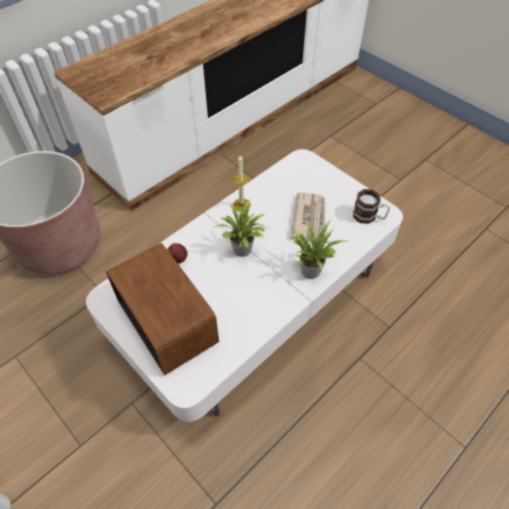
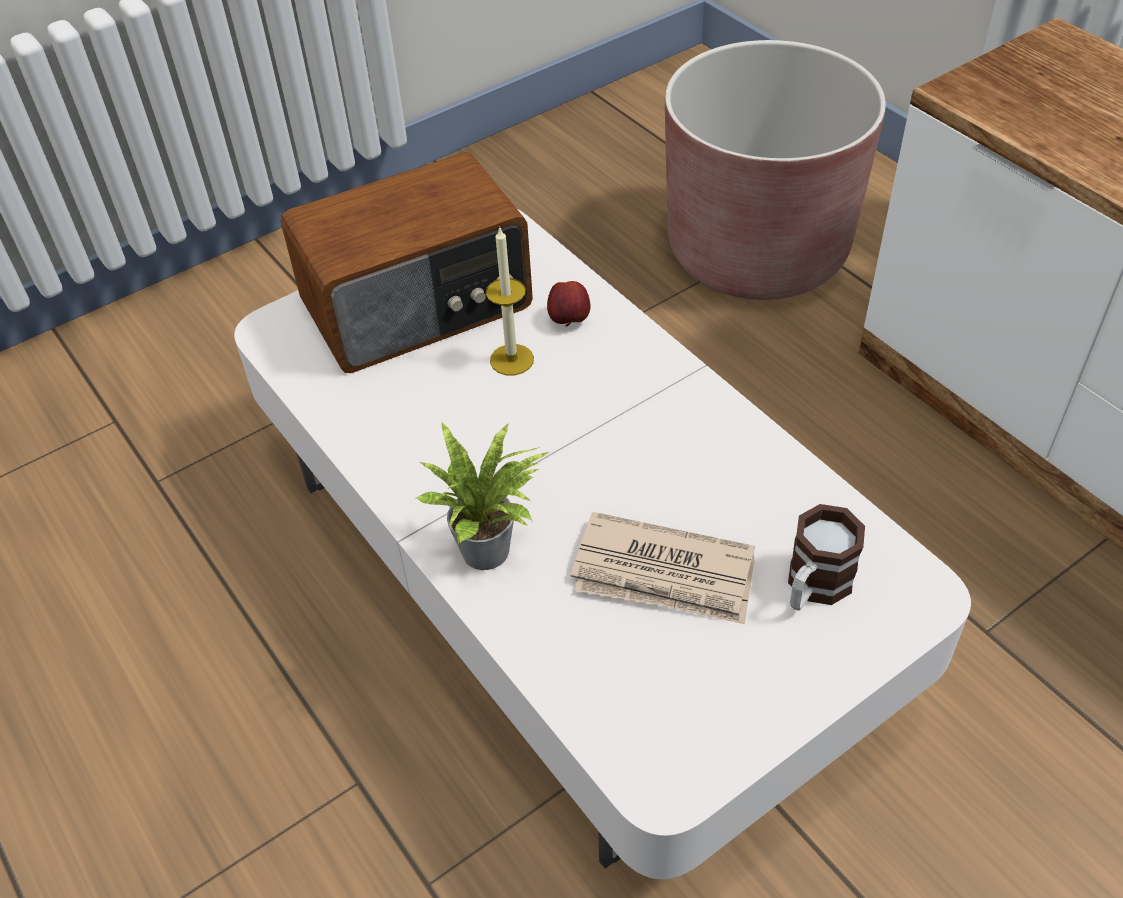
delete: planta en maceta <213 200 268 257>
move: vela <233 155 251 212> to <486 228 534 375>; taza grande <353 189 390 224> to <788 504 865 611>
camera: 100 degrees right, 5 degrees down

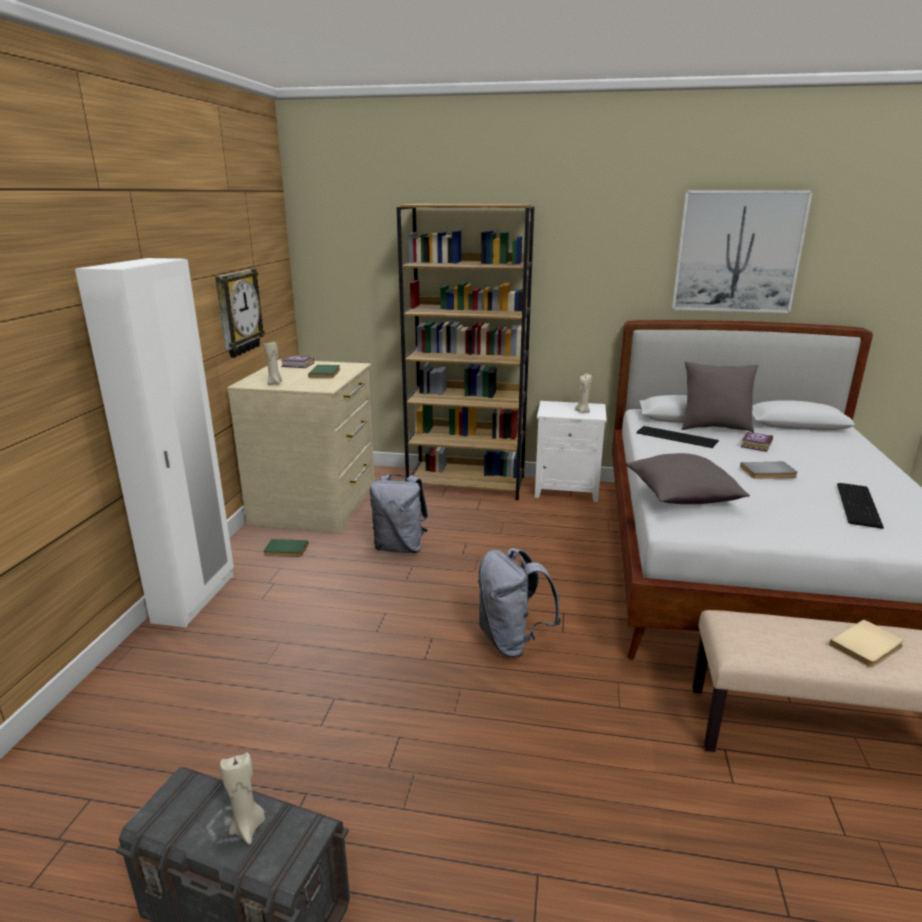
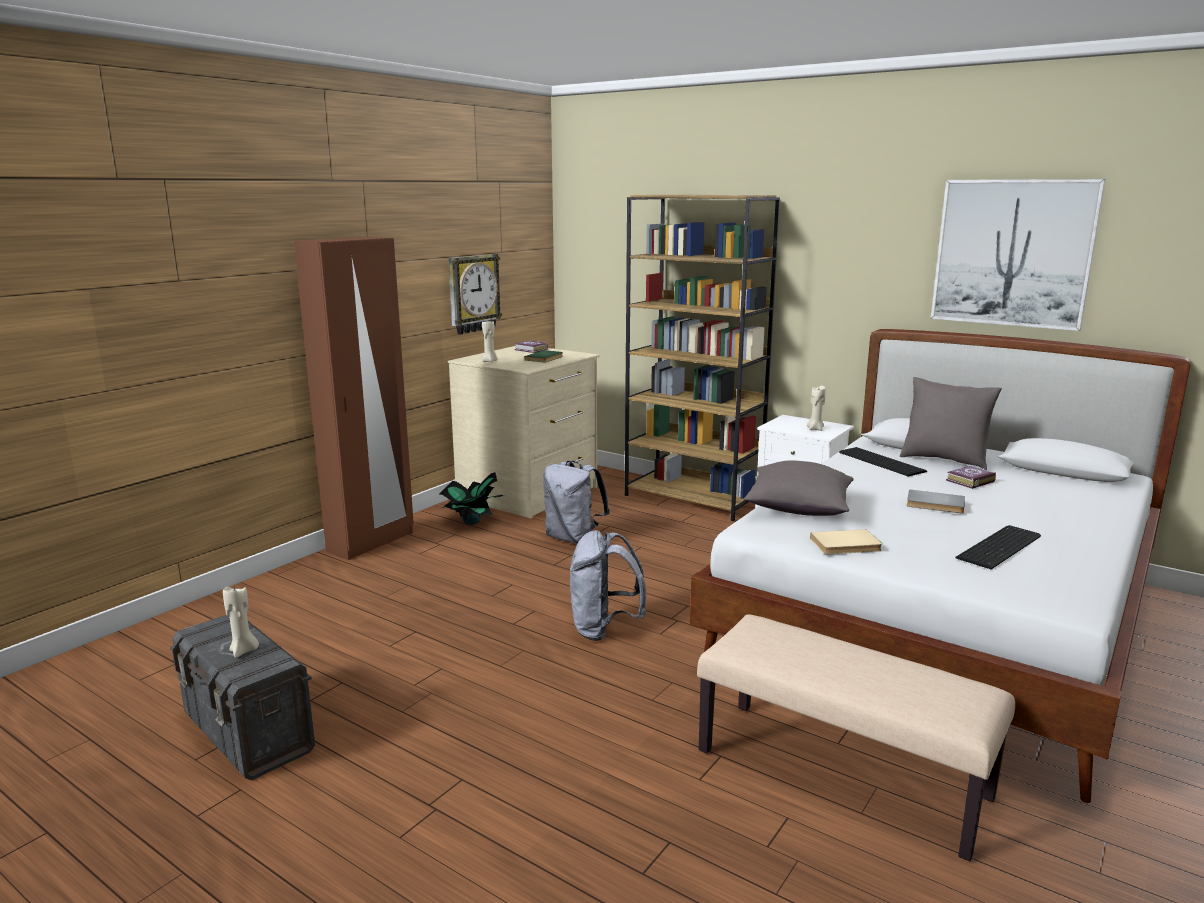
move: libro [beis] <829 619 904 668> to <810 529 882 554>
replace: libro [verde] <264 539 309 557> to planta en maceta <439 472 504 525>
recolor: armario ropero [blanco] <75 258 234 628> to armario ropero [marrón] <294 237 414 560>
camera: 25 degrees right, 5 degrees down

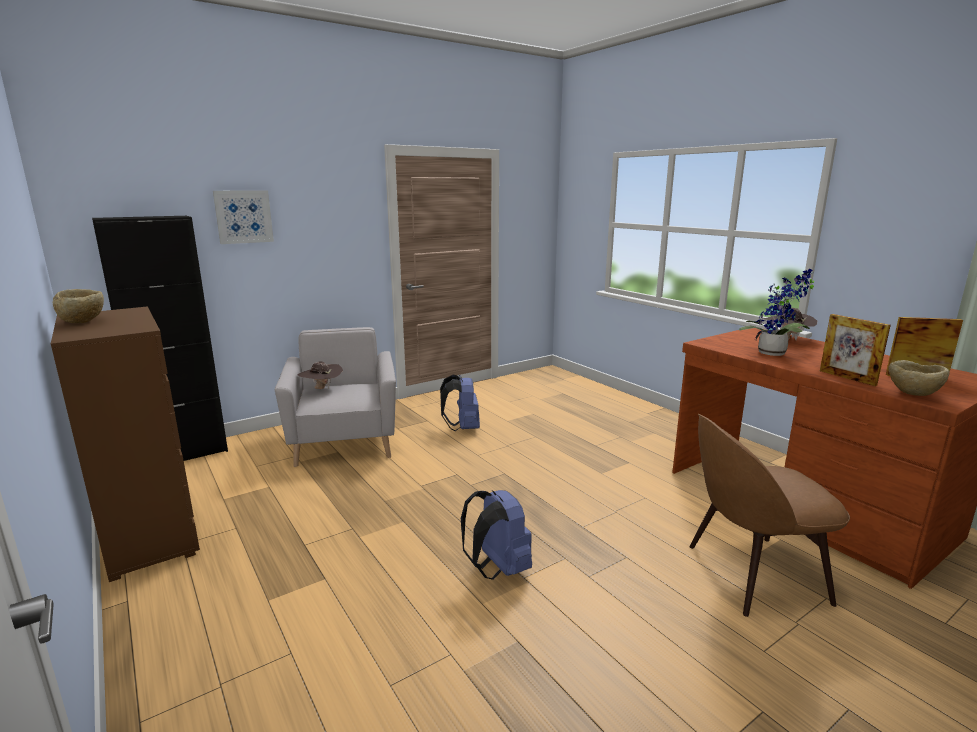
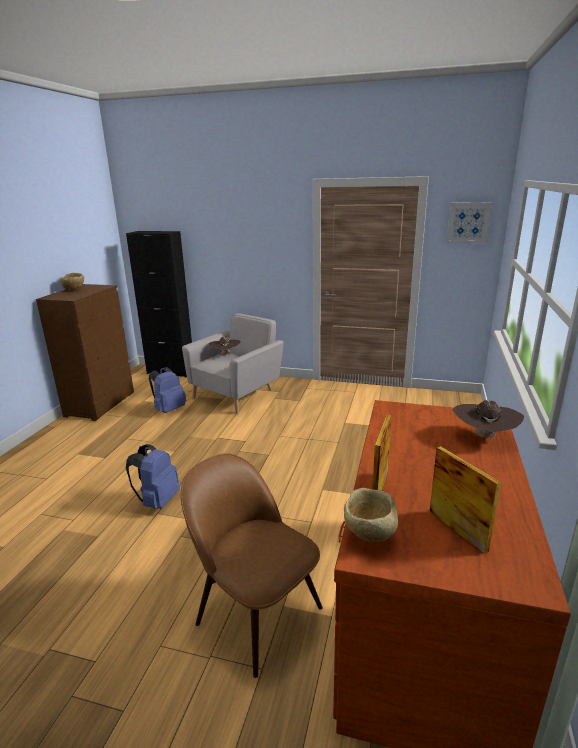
delete: planta en maceta <739 268 814 356>
move: cuadro <213 190 274 244> to <447 203 492 243>; mochila [azul] <440 374 480 431> to <149 367 186 413>
camera: 50 degrees right, 5 degrees up

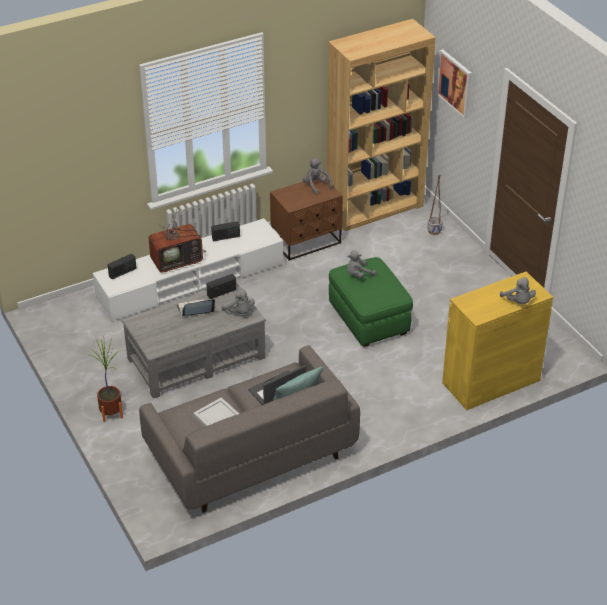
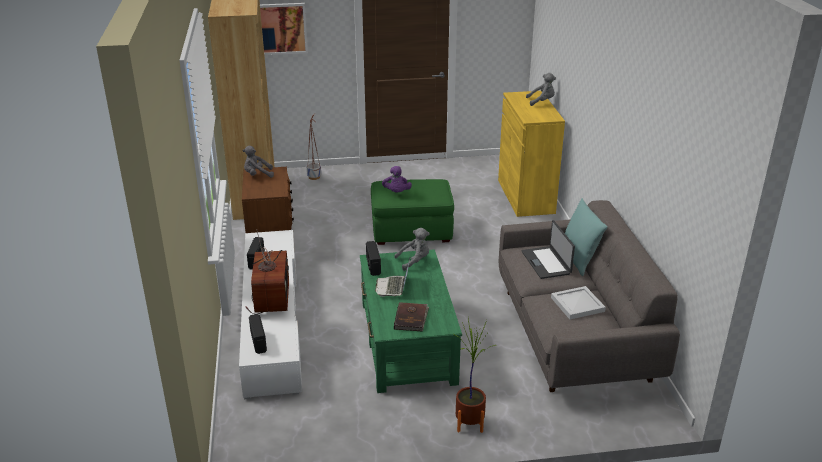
insert: libro [marrón] <394 302 429 332>
recolor: mesa de centro [gris] <122 282 266 399> to mesa de centro [verde] <360 249 462 393>; peluche [gris] <347 250 376 279> to peluche [morado] <382 166 412 192>
camera: 70 degrees left, 10 degrees down

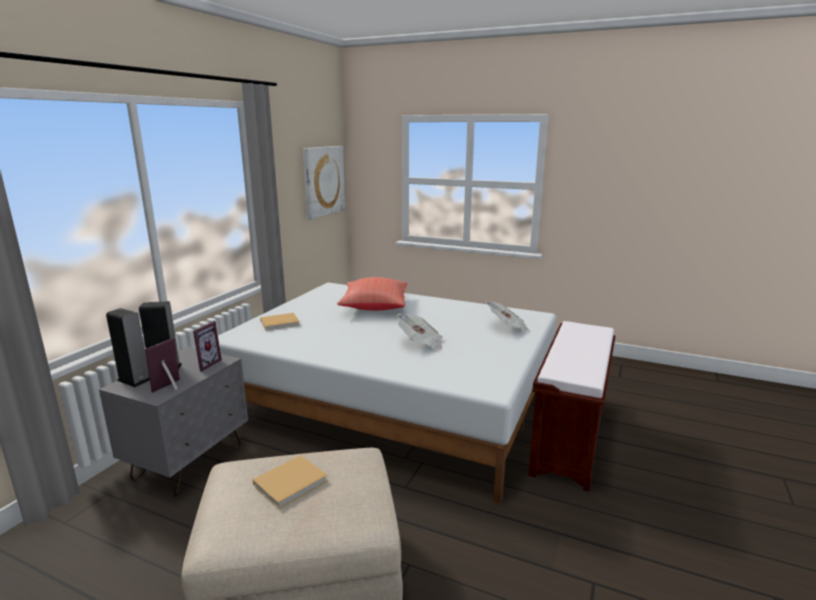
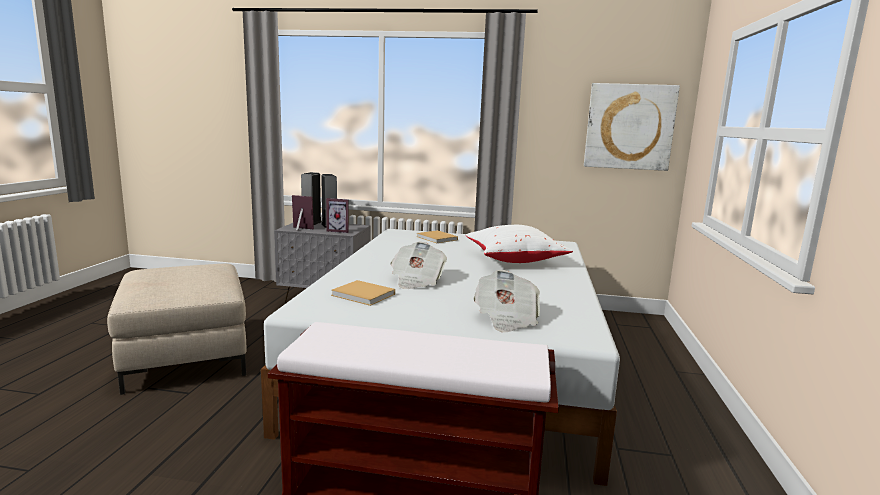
move: libro [beis] <253 455 328 509> to <331 280 395 306>
recolor: cojín [rojo] <337 277 408 310> to cojín [blanco] <465 225 573 263>
camera: 75 degrees right, 5 degrees down

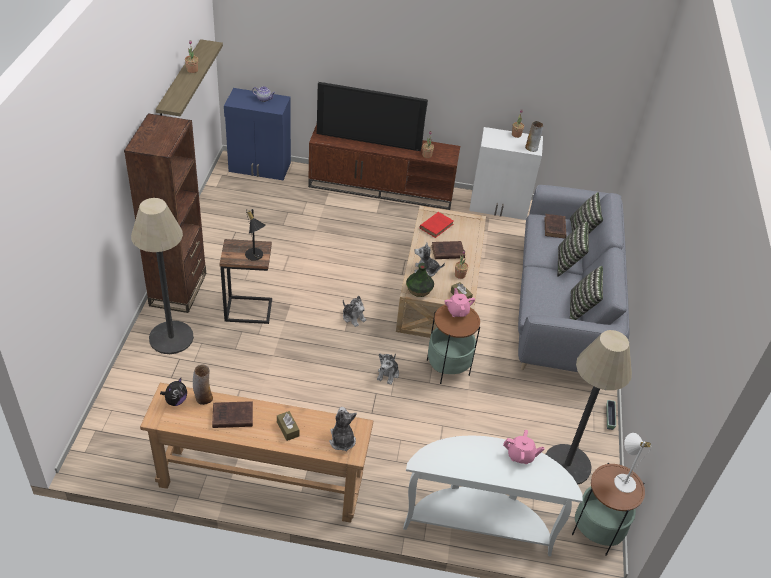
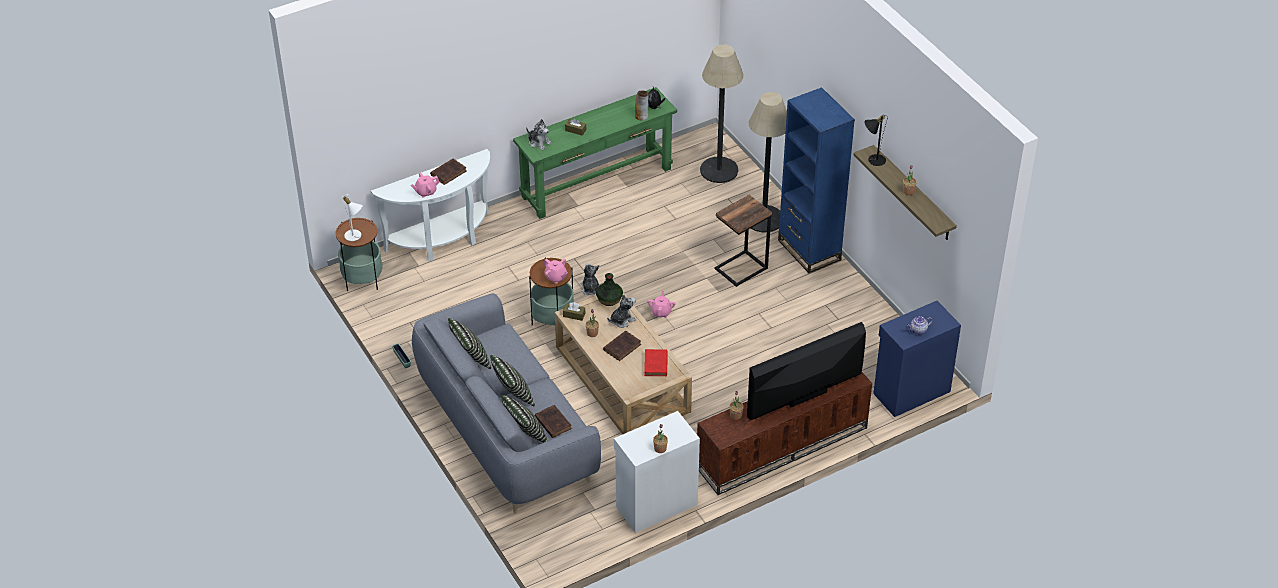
delete: florero <525 121 543 152>
move: libro [marrón] <212 401 253 428> to <430 158 466 185>; lámpara de mesa [negro] <245 209 266 261> to <865 115 888 166>; lámpara de pie <545 330 632 484> to <700 44 744 183>
replace: peluche <343 296 366 327> to tetera [rosa] <647 291 676 317>
recolor: estantería [marrón] <124 113 206 313> to estantería [azul] <778 87 855 273>; mesa consola [marrón] <140 383 373 523> to mesa consola [verde] <513 87 677 219>
camera: 145 degrees right, 0 degrees up

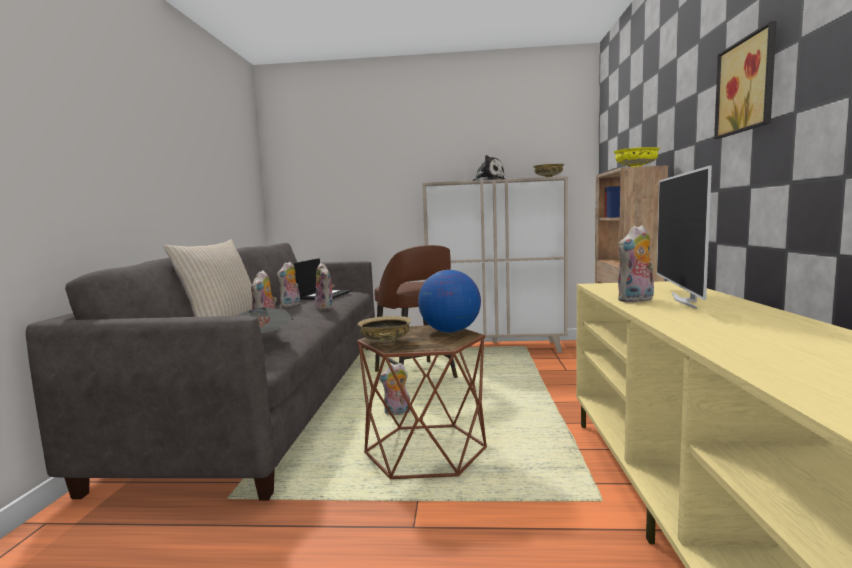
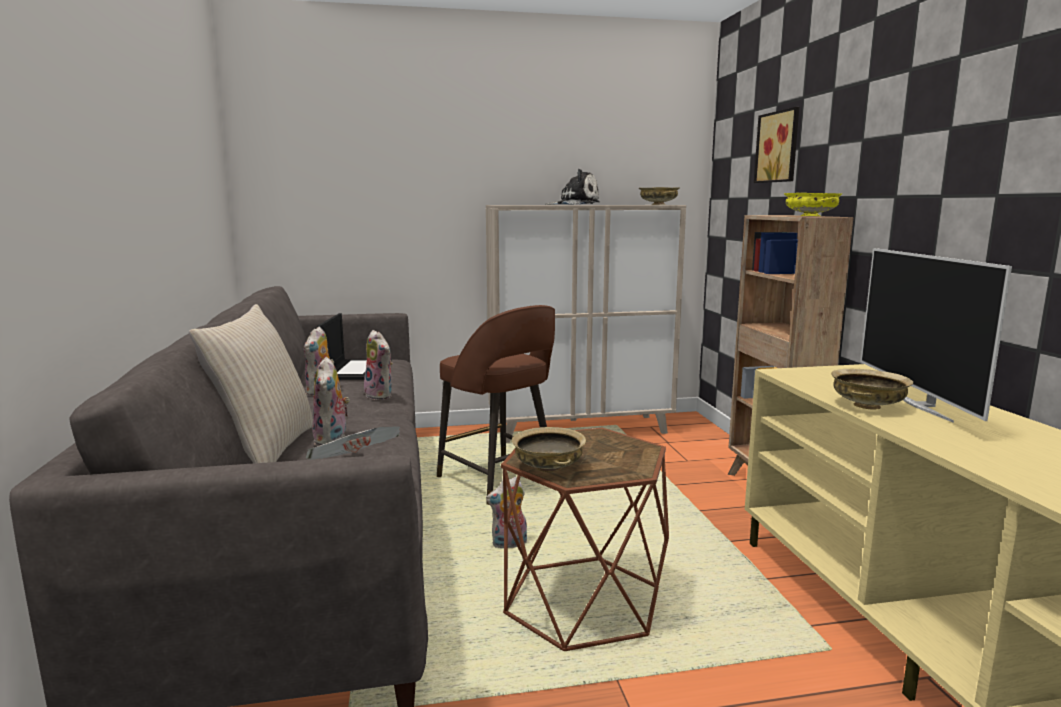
delete: globo terráqueo <418 270 481 333>
move: cuadro <714 21 777 139> to <754 107 799 183>
replace: peluche <618 225 654 303> to cuenco [beis] <831 369 913 409>
camera: 15 degrees left, 5 degrees up

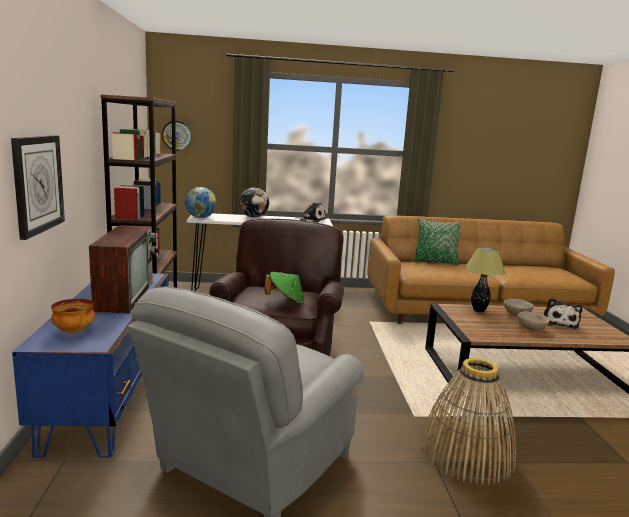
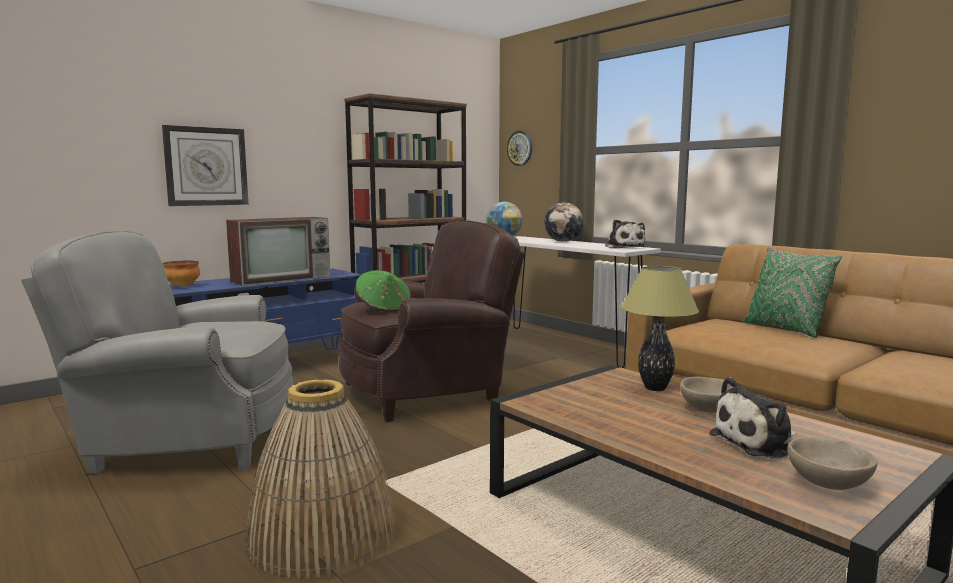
move: cuenco [beis] <517 311 550 331> to <788 437 877 490>
camera: 55 degrees right, 5 degrees down

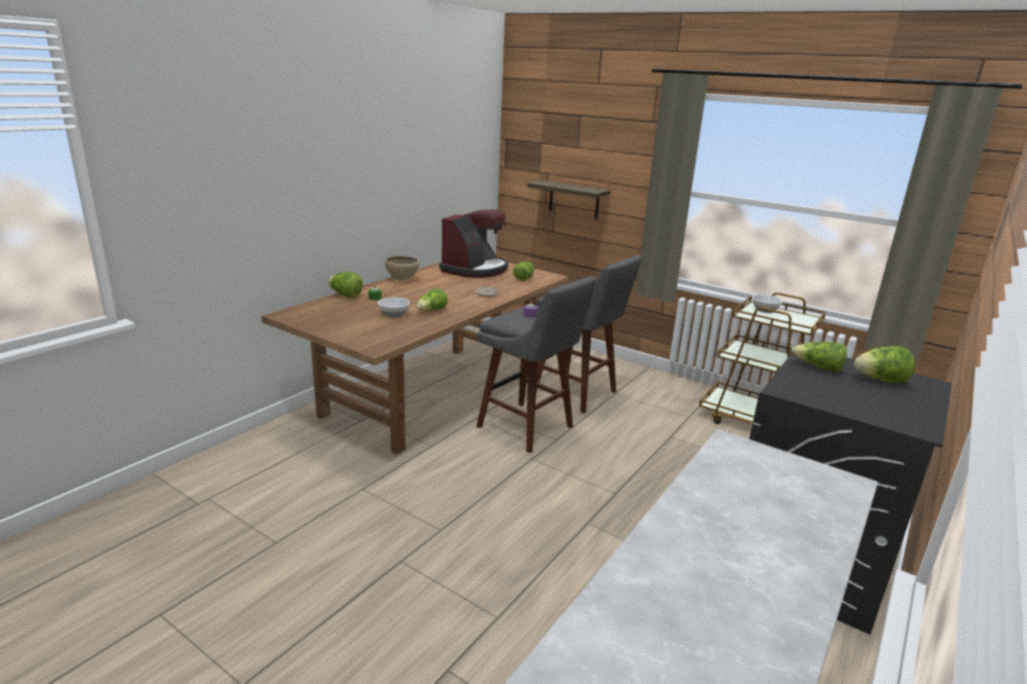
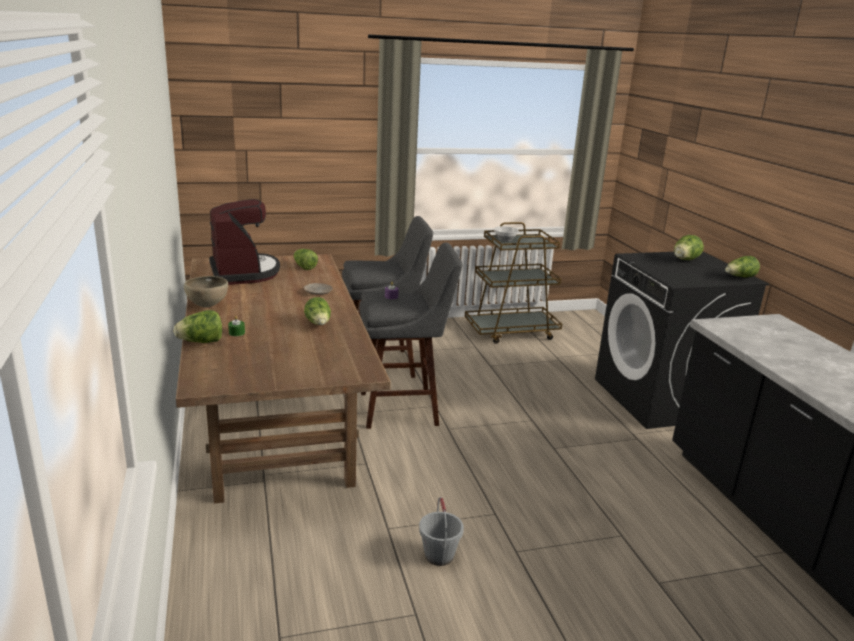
delete: cuenco <378 297 410 318>; estante <527 180 610 219>
insert: cubo [gris] <419 497 464 566>
move: lechuga <791 342 847 372> to <725 256 760 277>
camera: 50 degrees left, 0 degrees up

